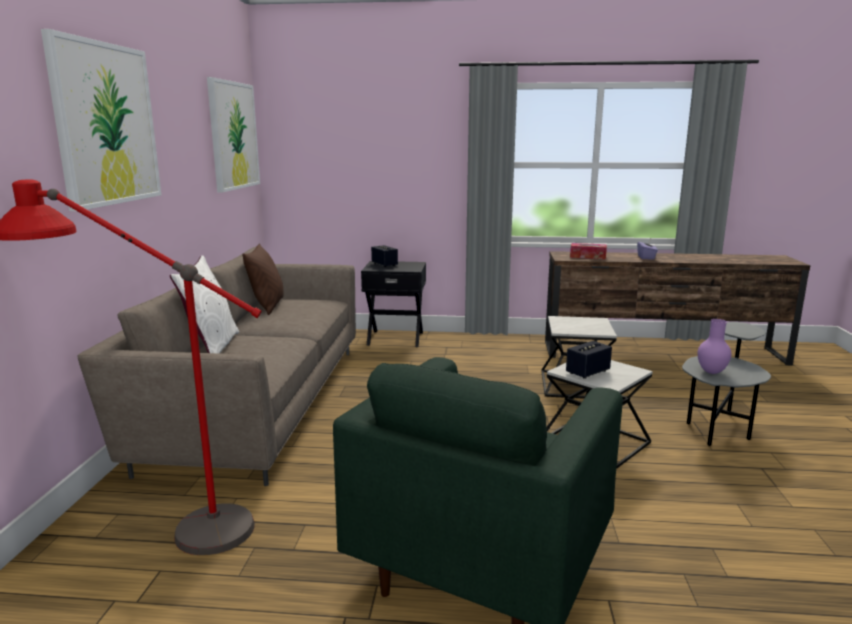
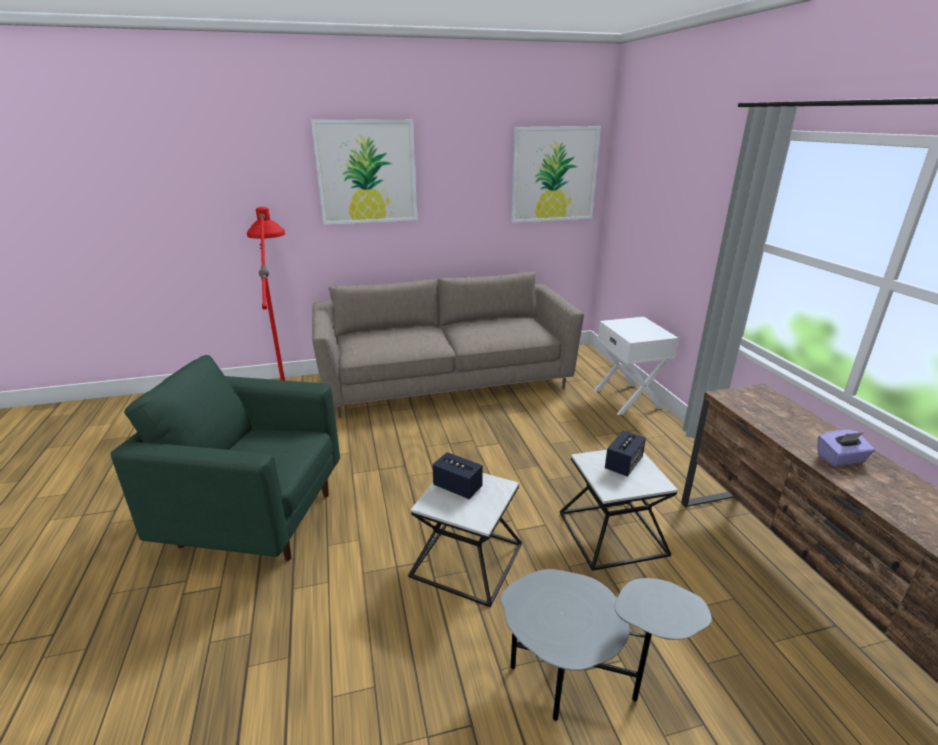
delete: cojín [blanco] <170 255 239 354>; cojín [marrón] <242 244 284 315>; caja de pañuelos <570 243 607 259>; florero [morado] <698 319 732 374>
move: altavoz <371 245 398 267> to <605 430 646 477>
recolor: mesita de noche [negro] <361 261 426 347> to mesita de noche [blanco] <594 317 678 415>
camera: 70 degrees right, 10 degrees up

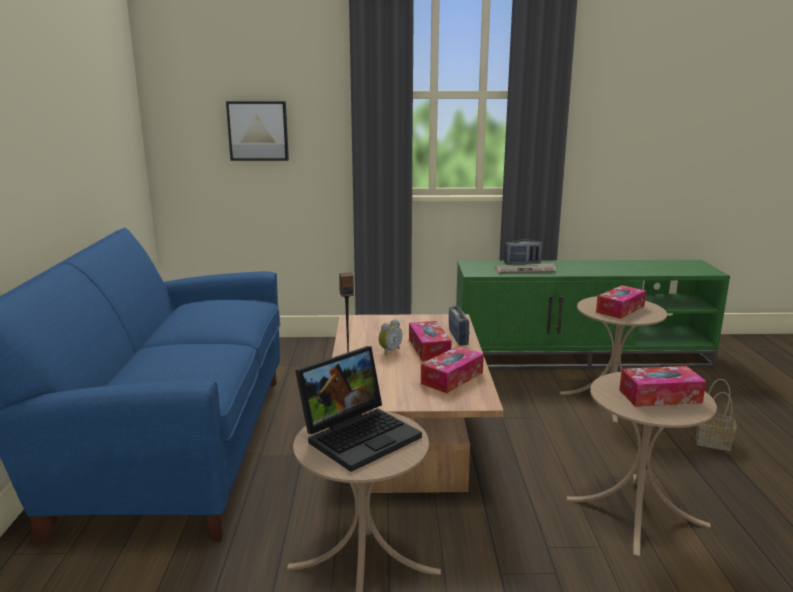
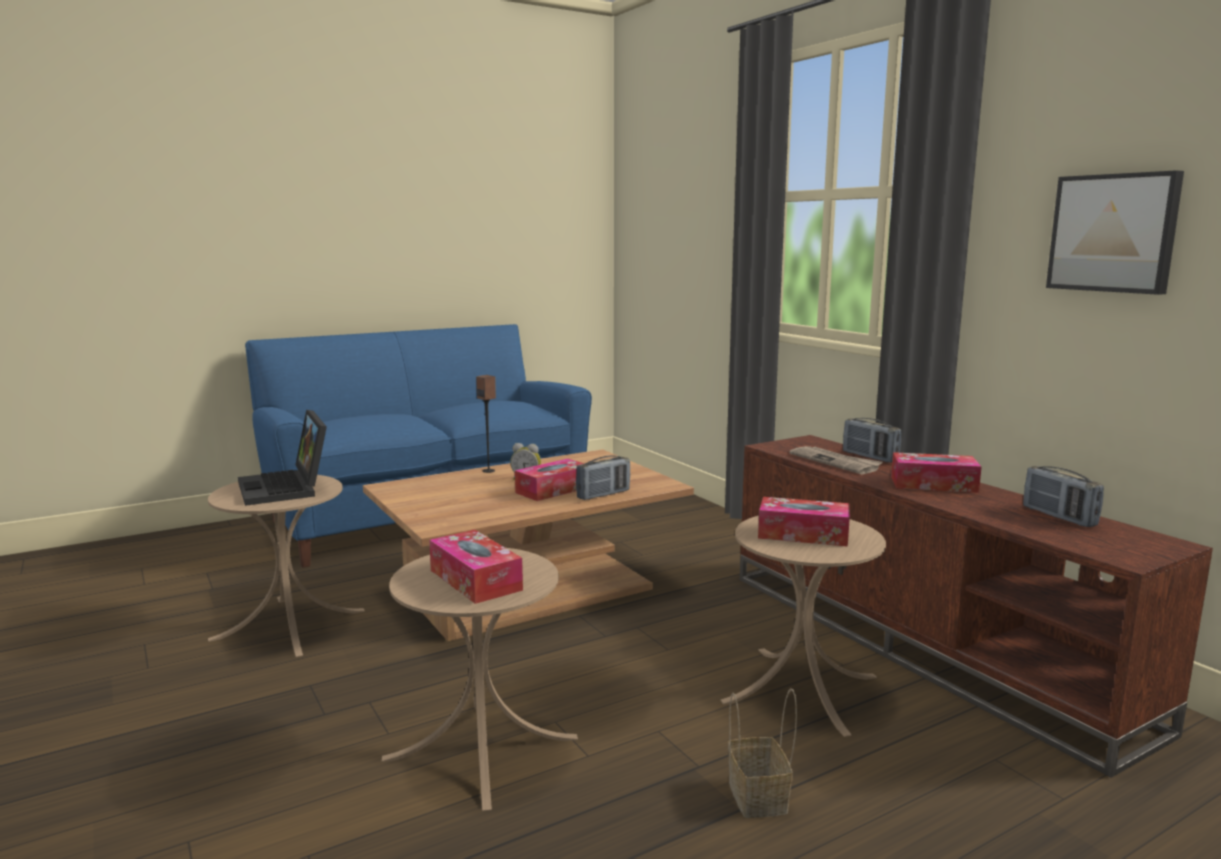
insert: radio <1023 466 1104 527>
move: cuadro <226 101 289 161> to <1046 170 1184 295>; caja de pañuelos <421 346 484 393> to <891 452 982 493>
recolor: mueble de televisión [verde] <456 260 730 369> to mueble de televisión [marrón] <740 435 1213 778>
rotate: portátil <295 346 422 472> = <238 410 327 506> 45 degrees clockwise
camera: 60 degrees right, 5 degrees down

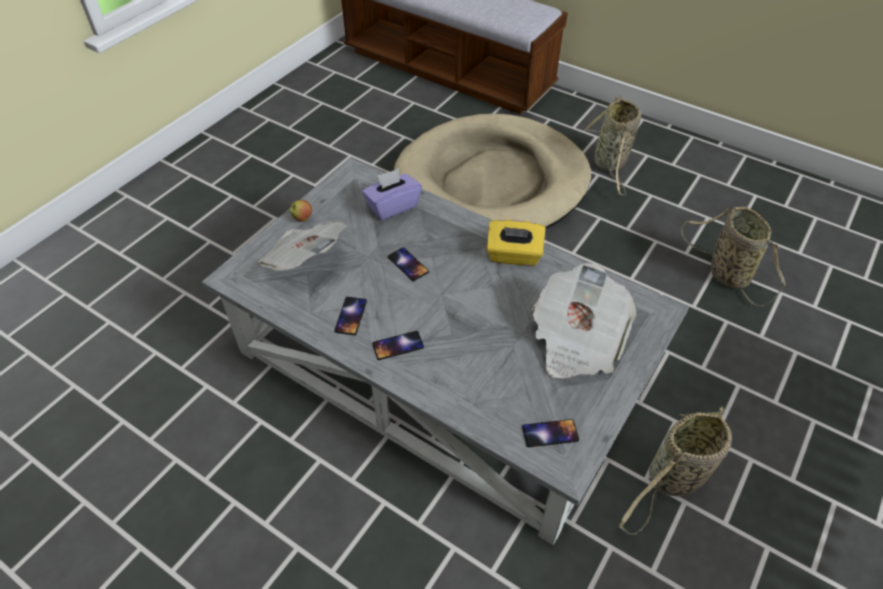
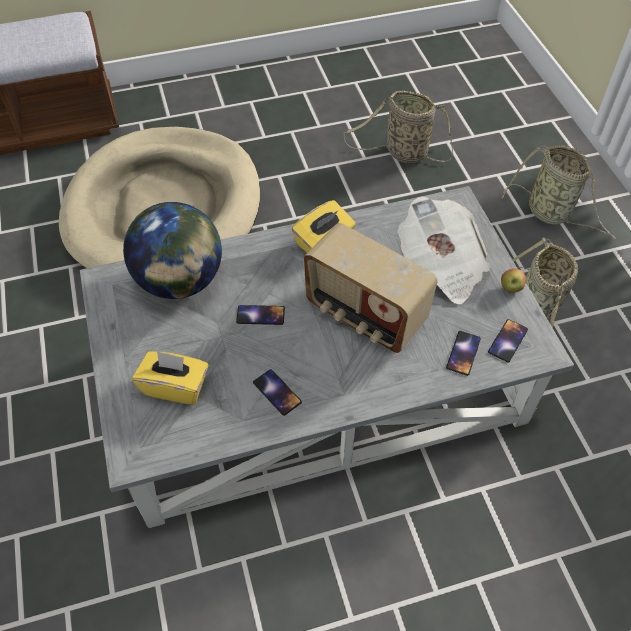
insert: radio <304 223 438 353>
move: manzana <290 200 312 222> to <501 268 526 293>; móvil <372 331 424 360> to <446 331 481 376>; cesta <583 95 641 196> to <502 145 615 238>
replace: periódico <257 221 347 271> to caja de pañuelos [amarillo] <132 351 209 405>; caja de pañuelos [morado] <362 168 422 220> to globo terráqueo <123 202 222 299>
camera: 50 degrees left, 5 degrees up

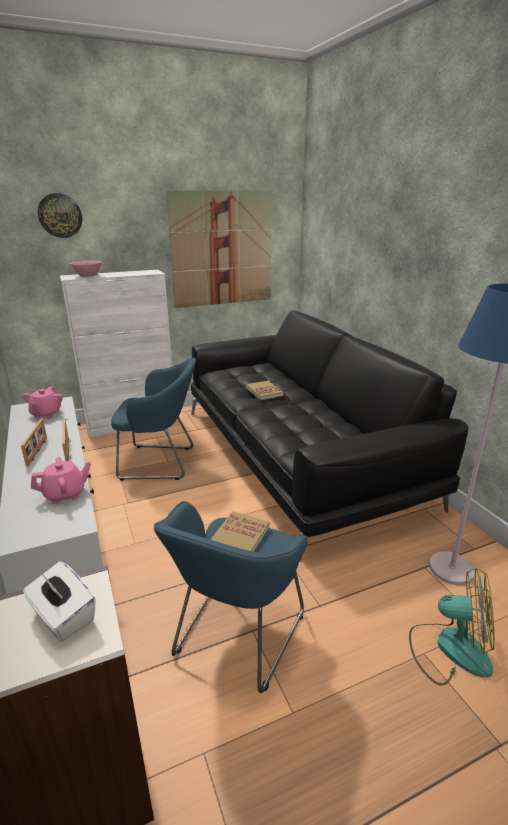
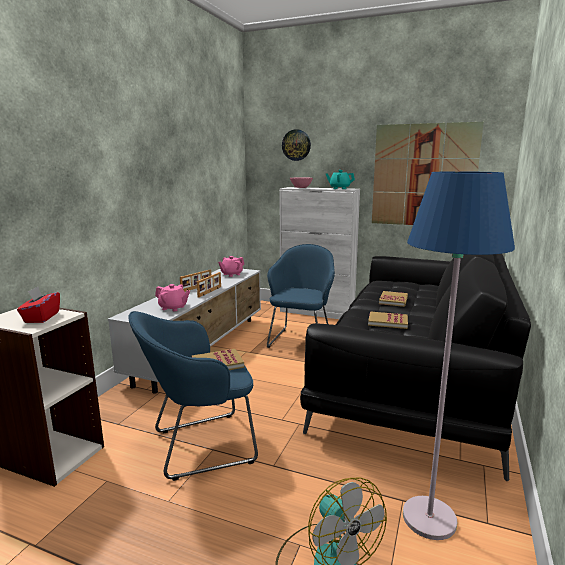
insert: tetera [turquesa] <326 170 355 189>; libro <368 311 408 329>
recolor: caja de pañuelos [blanco] <23 561 96 642> to caja de pañuelos [rojo] <17 287 60 323>
rotate: sillón [azul] <111 358 196 481> = <267 244 335 348> 120 degrees counterclockwise
camera: 45 degrees right, 10 degrees down

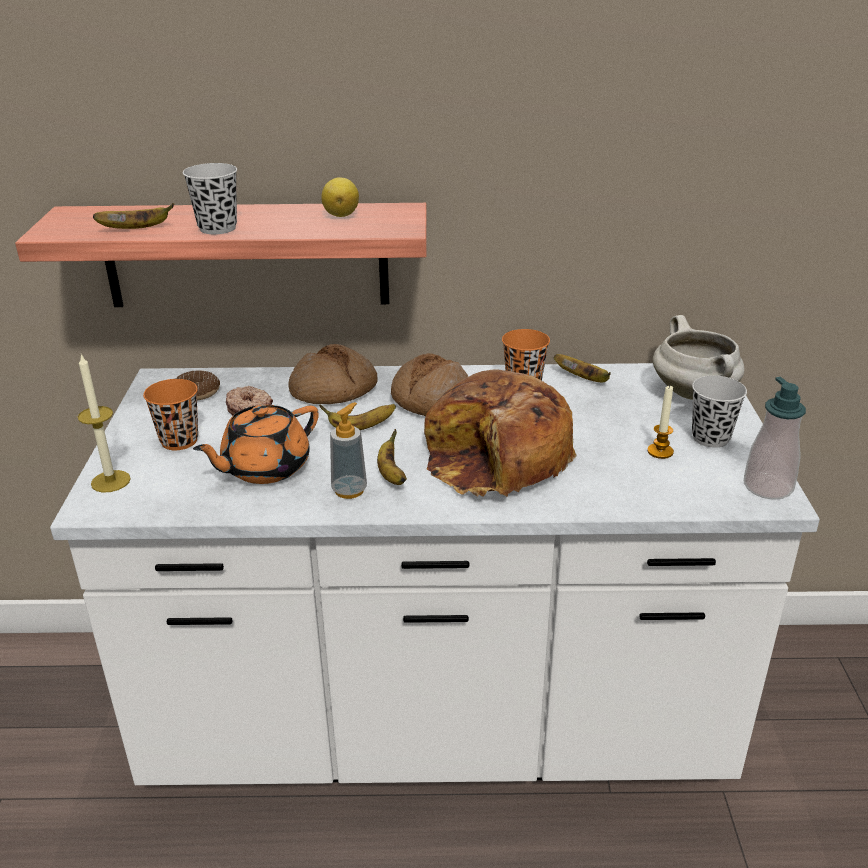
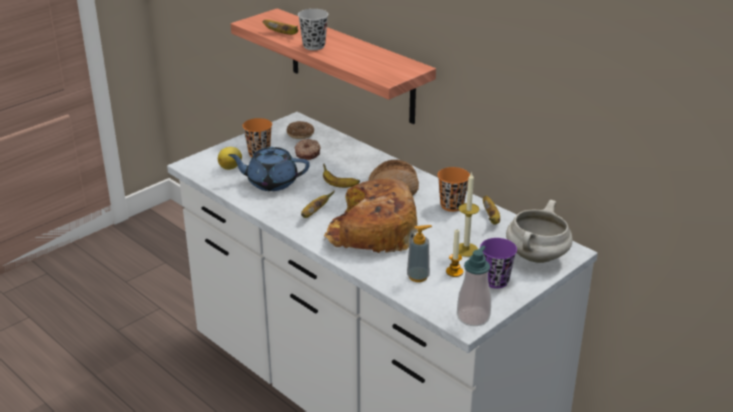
delete: pan <288 344 378 404>
move: vela <78 354 131 493> to <459 172 480 257>; limón <321 177 359 217> to <218 147 242 170>; dispensador de jabón <330 402 367 499> to <407 225 432 282>
recolor: tetera [naranja] <193 405 319 484> to tetera [azul] <228 147 310 191>; taza [negro] <692 375 747 448> to taza [morado] <480 238 517 288>
camera: 45 degrees right, 0 degrees up

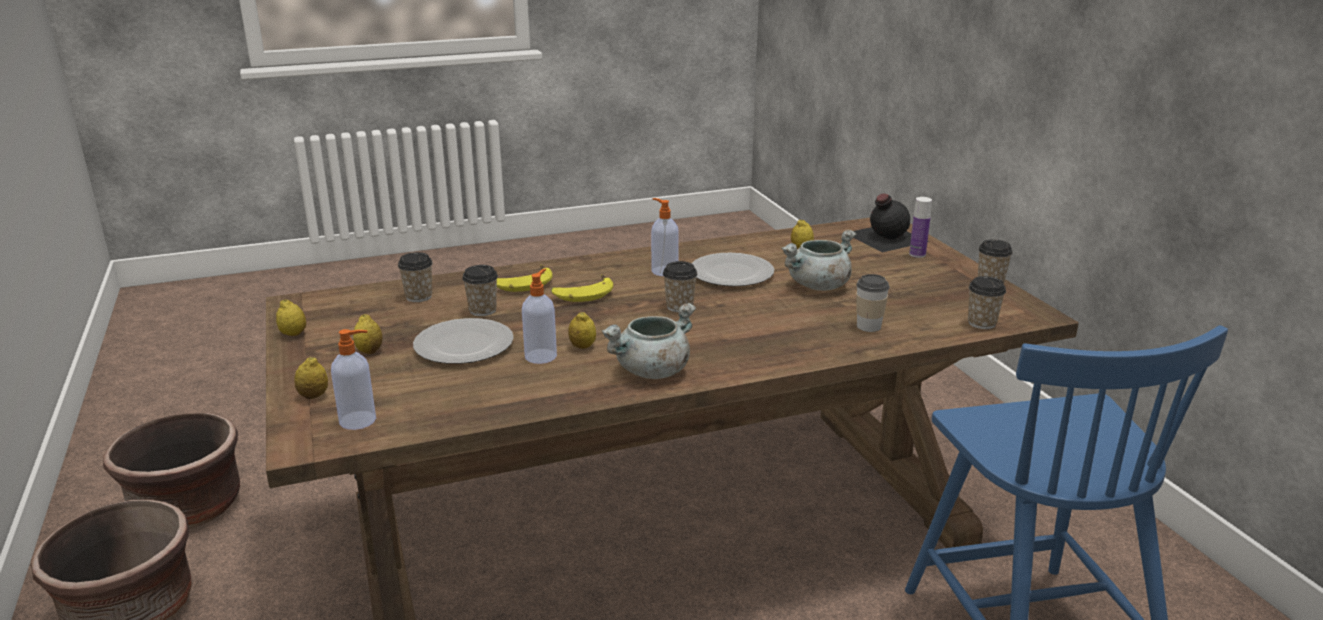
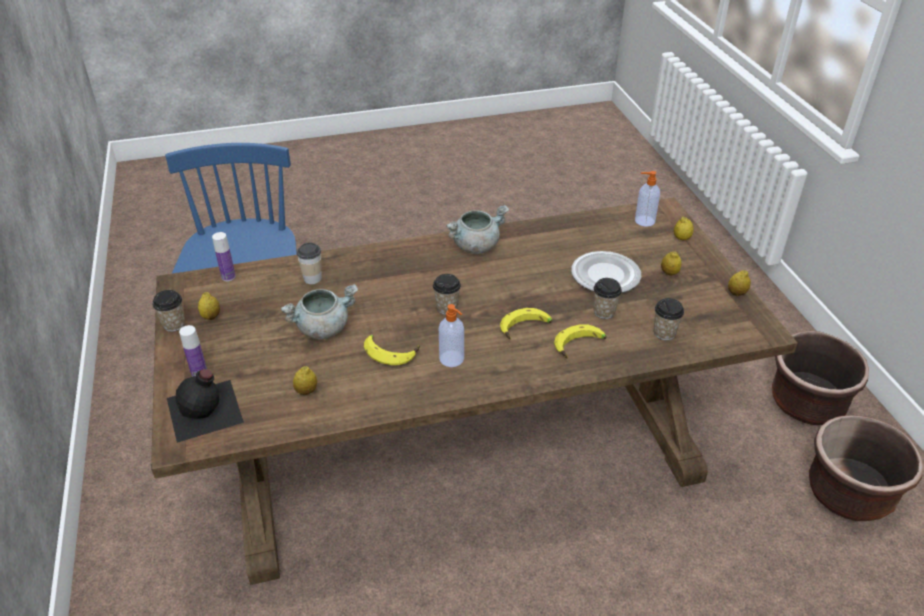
delete: dispensador de jabón <522 269 557 364>
move: limón <568 312 596 349> to <198 292 220 320>
replace: plato <691 253 774 286> to plátano <364 335 420 365>; taza <968 276 1006 329> to botella <212 232 236 281>
camera: 175 degrees left, 15 degrees up

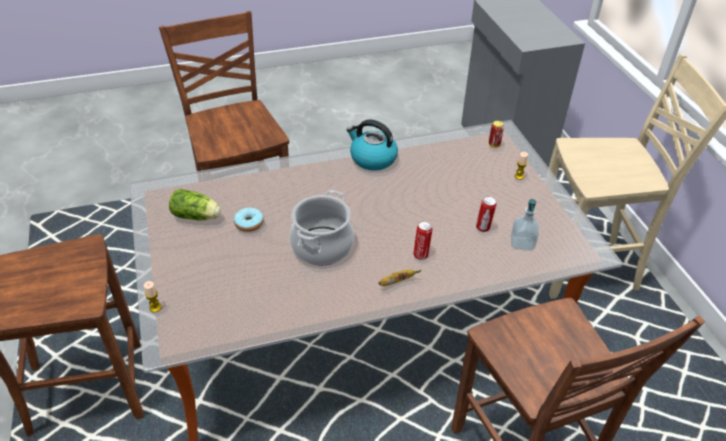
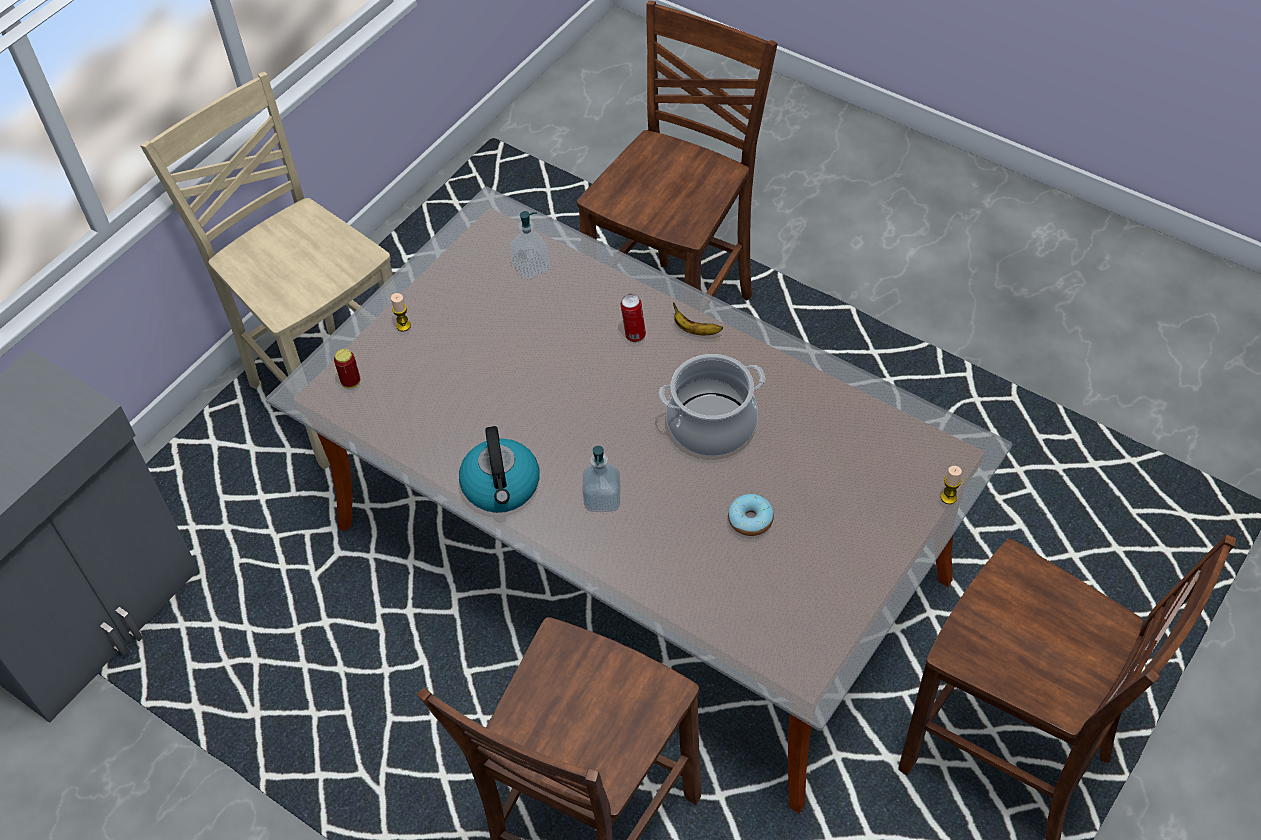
delete: lechuga <169 189 221 220>; lata <476 196 497 232>
insert: dispensador de jabón <582 446 621 512>
camera: 125 degrees left, 10 degrees up

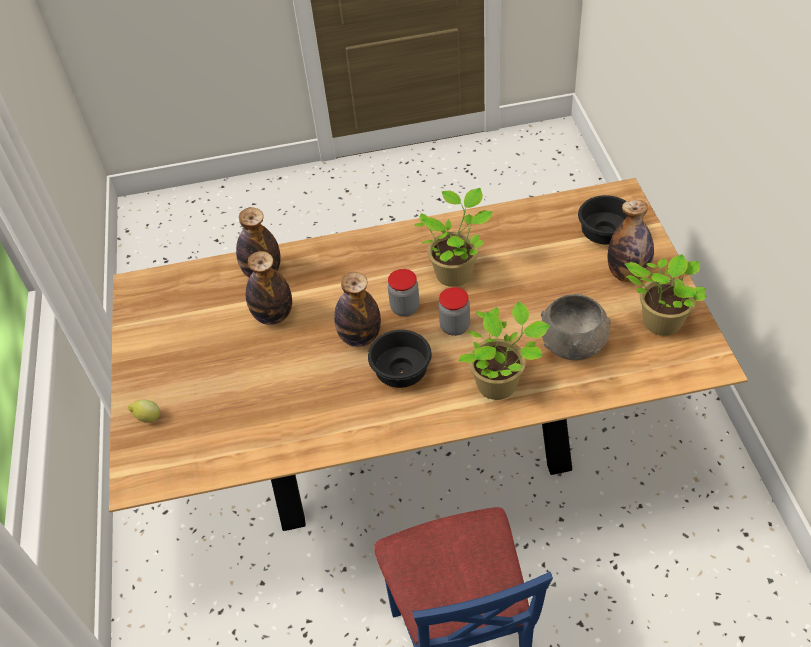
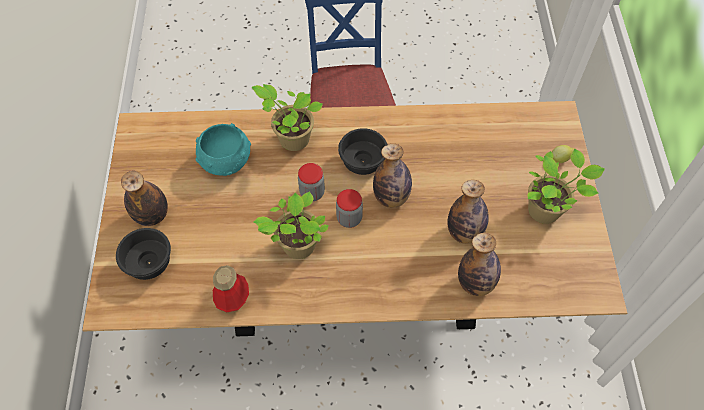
insert: botella <213 265 249 312>
move: planta en maceta <625 254 707 336> to <527 149 605 224>
recolor: cuenco [gris] <541 294 611 360> to cuenco [turquesa] <196 123 251 176>
camera: 175 degrees left, 10 degrees up

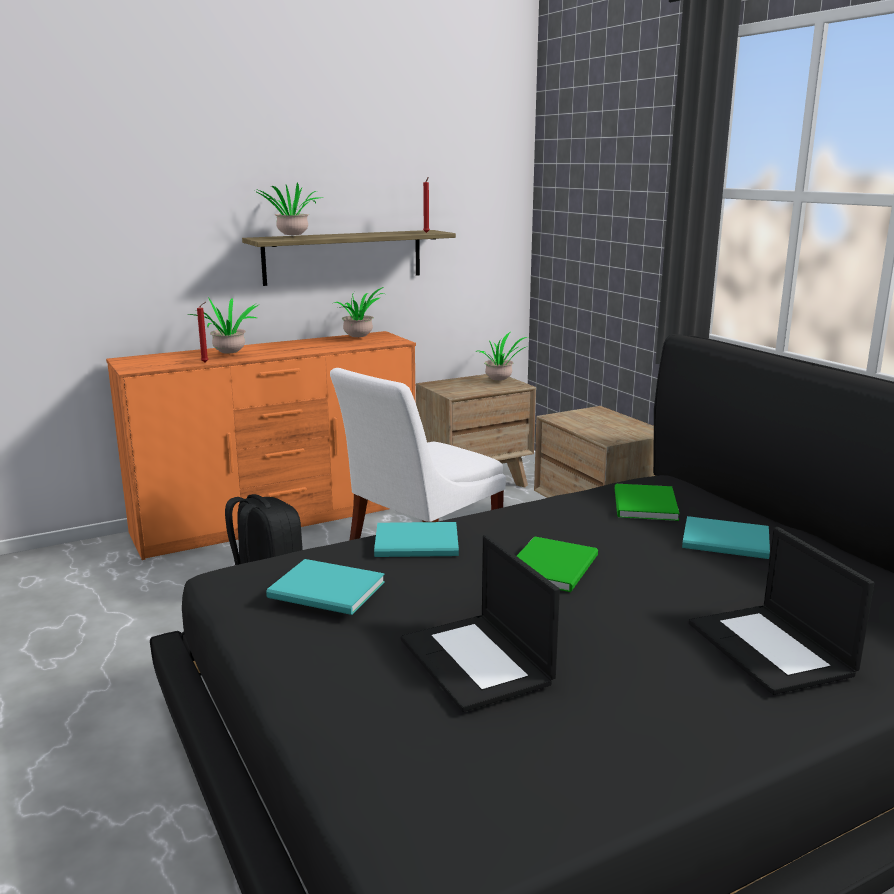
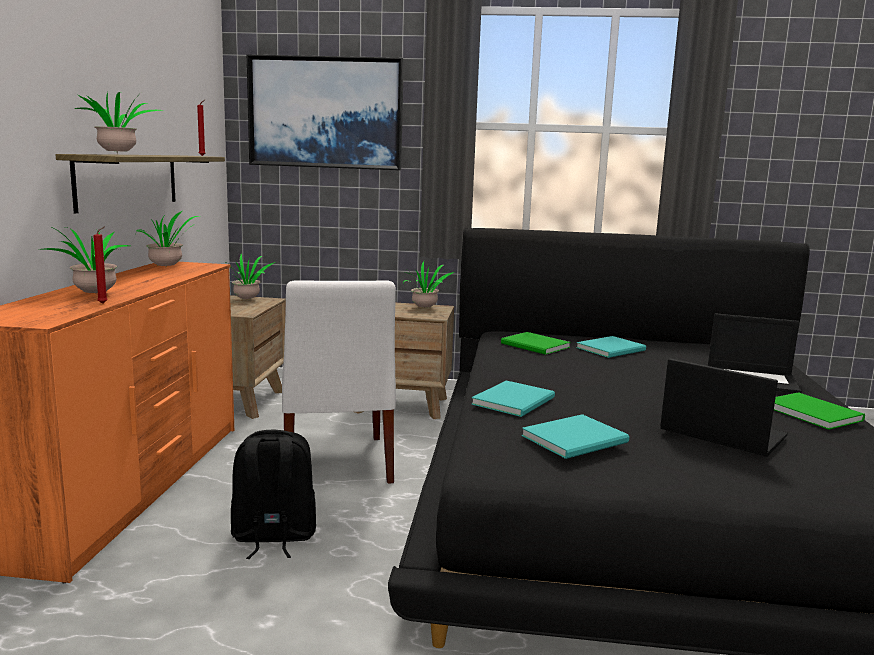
insert: cuadro <247 54 404 170>; planta en maceta <403 262 454 308>
move: libro [verde] <517 536 598 592> to <774 392 865 430>
rotate: portátil <401 534 560 712> = <661 358 788 457> 150 degrees counterclockwise
camera: 55 degrees left, 5 degrees down

